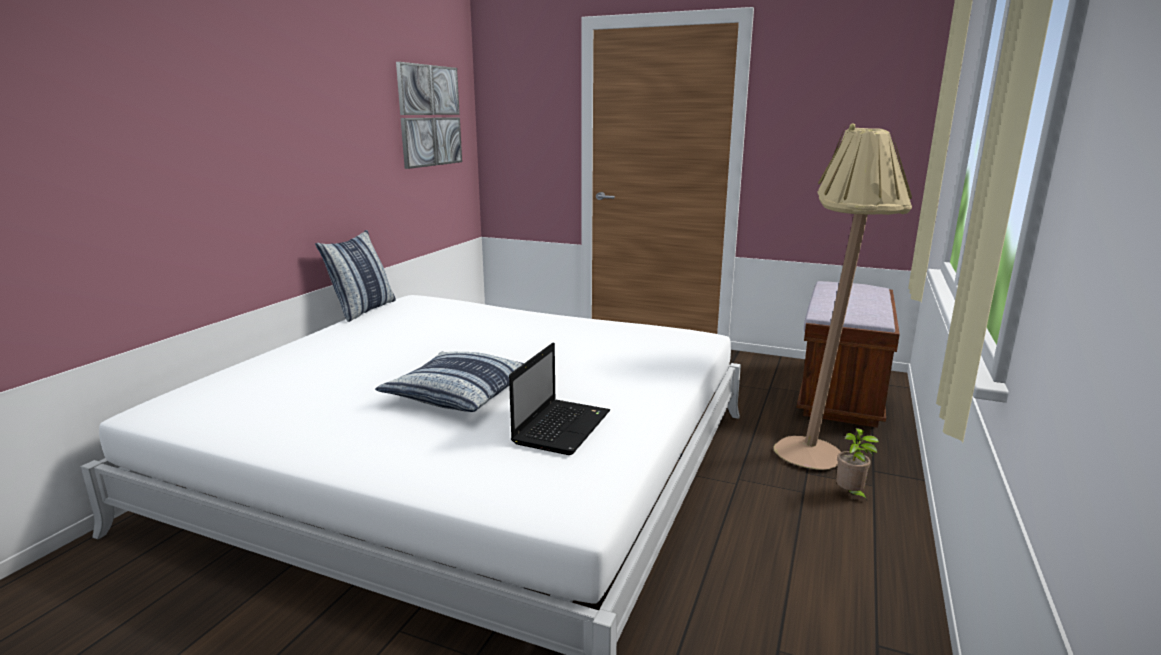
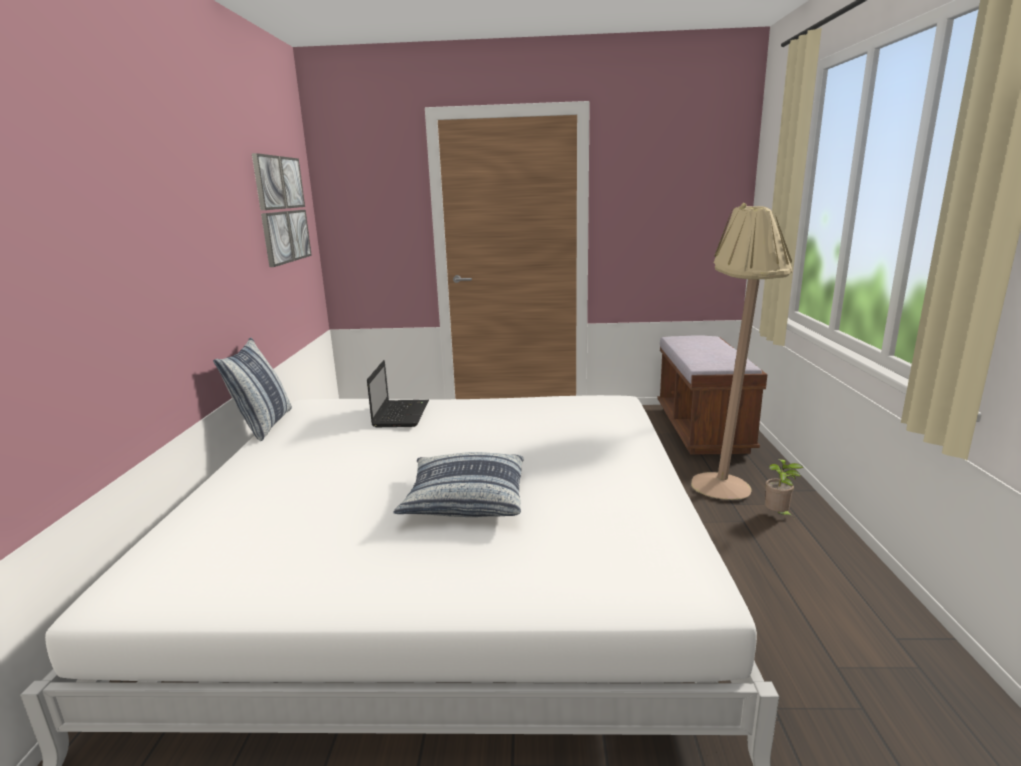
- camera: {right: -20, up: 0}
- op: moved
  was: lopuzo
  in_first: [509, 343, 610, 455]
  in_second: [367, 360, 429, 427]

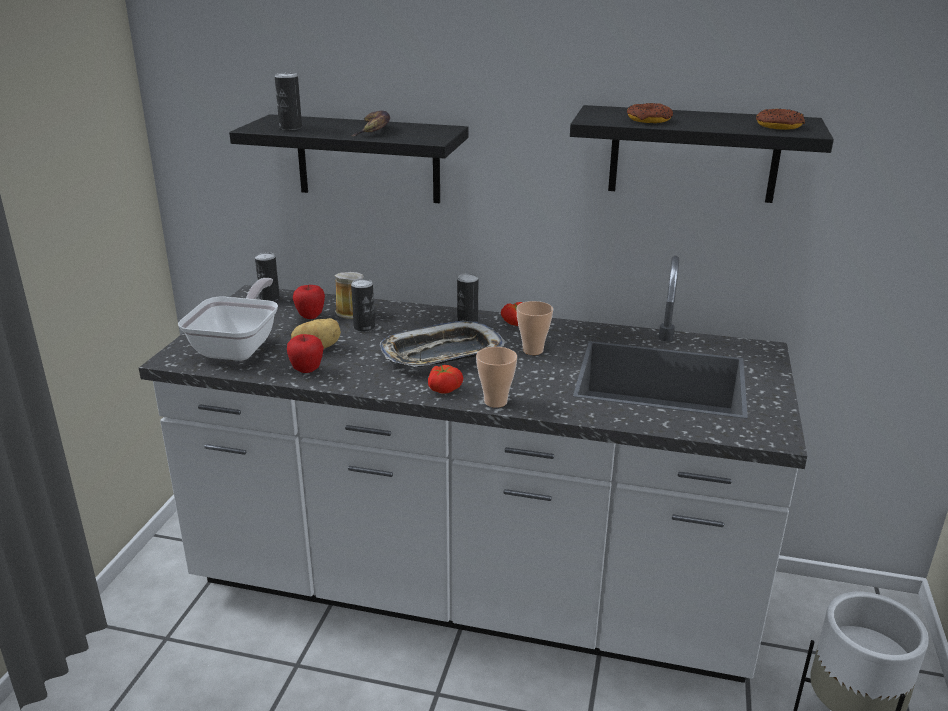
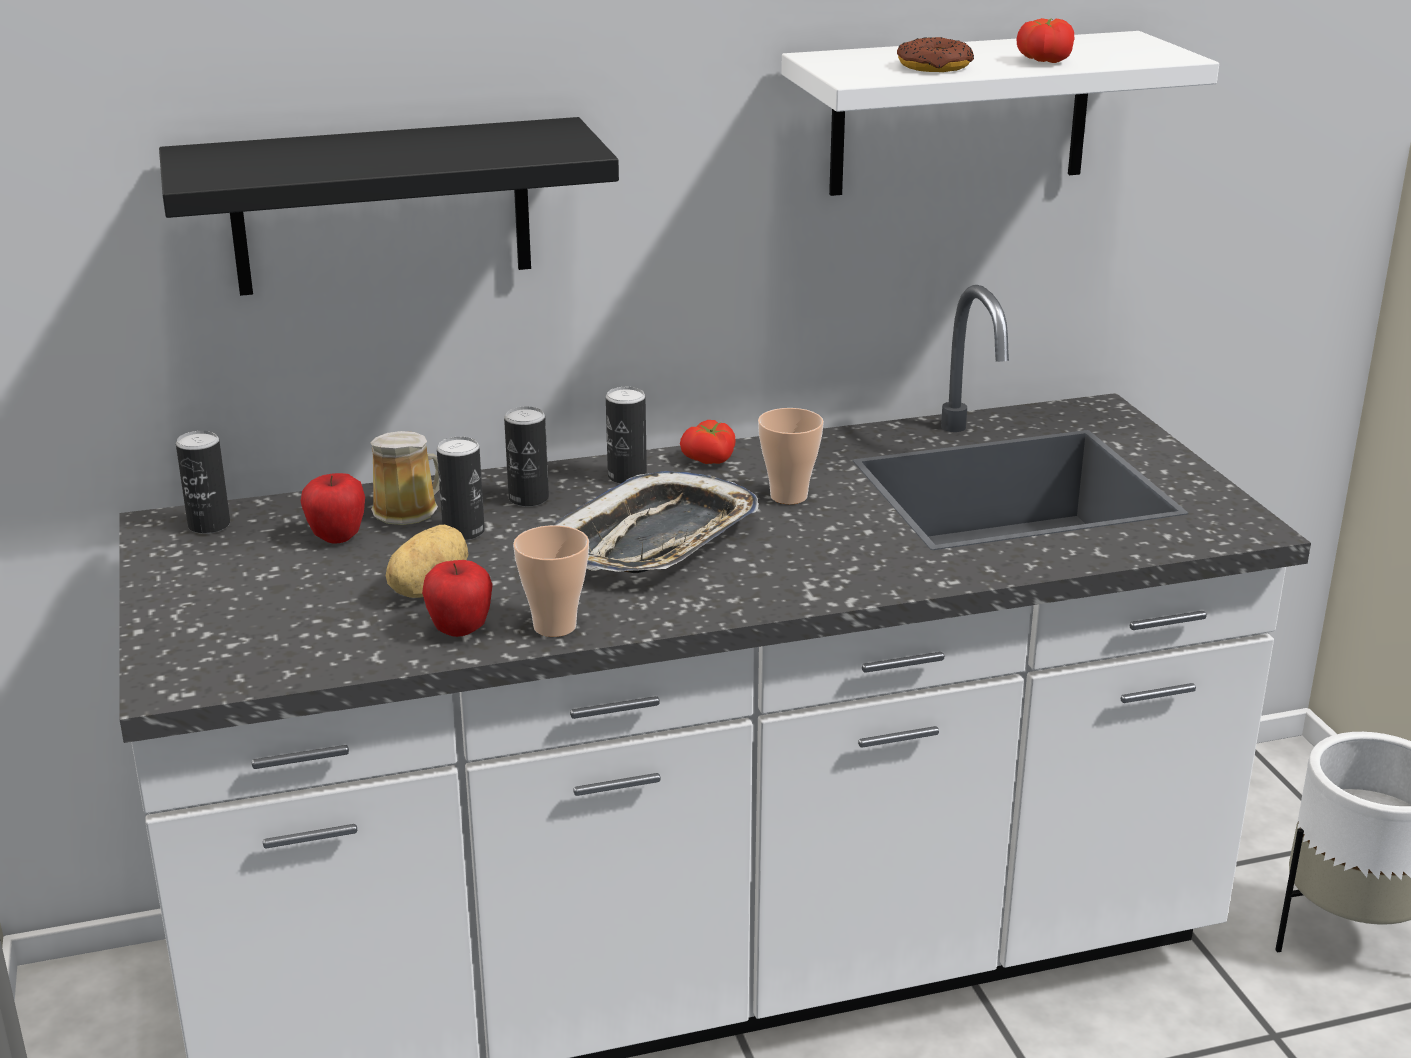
- camera: {right: -30, up: 0}
- op: moved
  was: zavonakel
  in_first: [275, 73, 302, 130]
  in_second: [504, 406, 549, 507]
- op: moved
  was: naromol
  in_first: [476, 347, 517, 408]
  in_second: [513, 525, 589, 637]
- op: recoloured
  was: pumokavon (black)
  now: pumokavon (white)
  in_first: [570, 105, 834, 203]
  in_second: [781, 31, 1219, 196]
- op: moved
  was: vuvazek
  in_first: [428, 365, 463, 393]
  in_second: [1017, 18, 1074, 63]
- op: removed
  was: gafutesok
  in_first: [178, 278, 278, 361]
- op: removed
  was: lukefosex
  in_first: [351, 111, 390, 136]
- op: removed
  was: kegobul
  in_first: [756, 109, 805, 130]

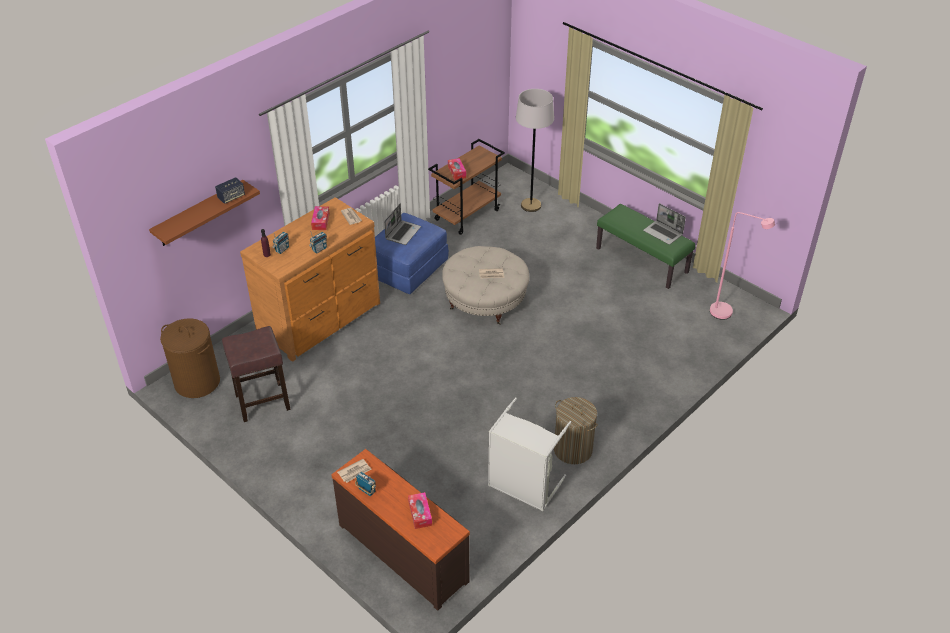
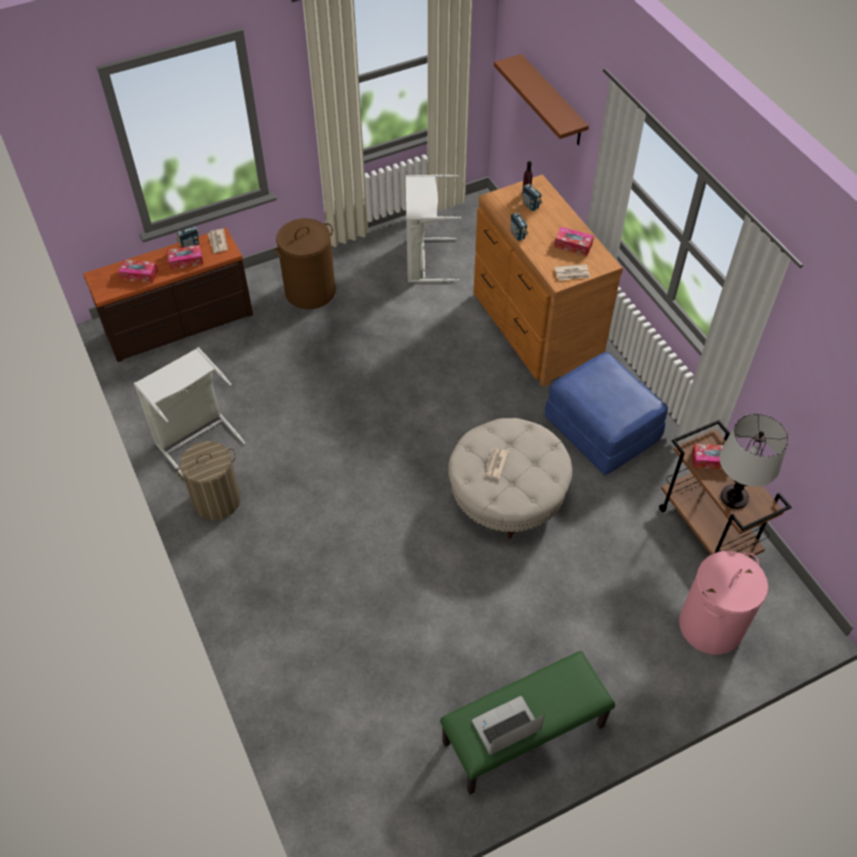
- camera: {right: 110, up: 10}
- op: added
  now: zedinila
  in_second: [167, 244, 203, 270]
- op: moved
  was: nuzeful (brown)
  in_first: [160, 318, 220, 398]
  in_second: [274, 218, 336, 309]
- op: replaced
  was: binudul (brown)
  now: nuzeful (grey)
  in_first: [222, 326, 291, 422]
  in_second: [406, 175, 461, 282]
- op: replaced
  was: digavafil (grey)
  now: nuzeful (pink)
  in_first: [516, 89, 554, 212]
  in_second: [679, 551, 768, 655]
- op: added
  now: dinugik
  in_second: [719, 414, 788, 509]
- op: removed
  was: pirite
  in_first: [215, 177, 245, 204]
- op: removed
  was: lopuzo
  in_first: [384, 203, 421, 245]
- op: removed
  was: digavafil (pink)
  in_first: [710, 212, 775, 320]

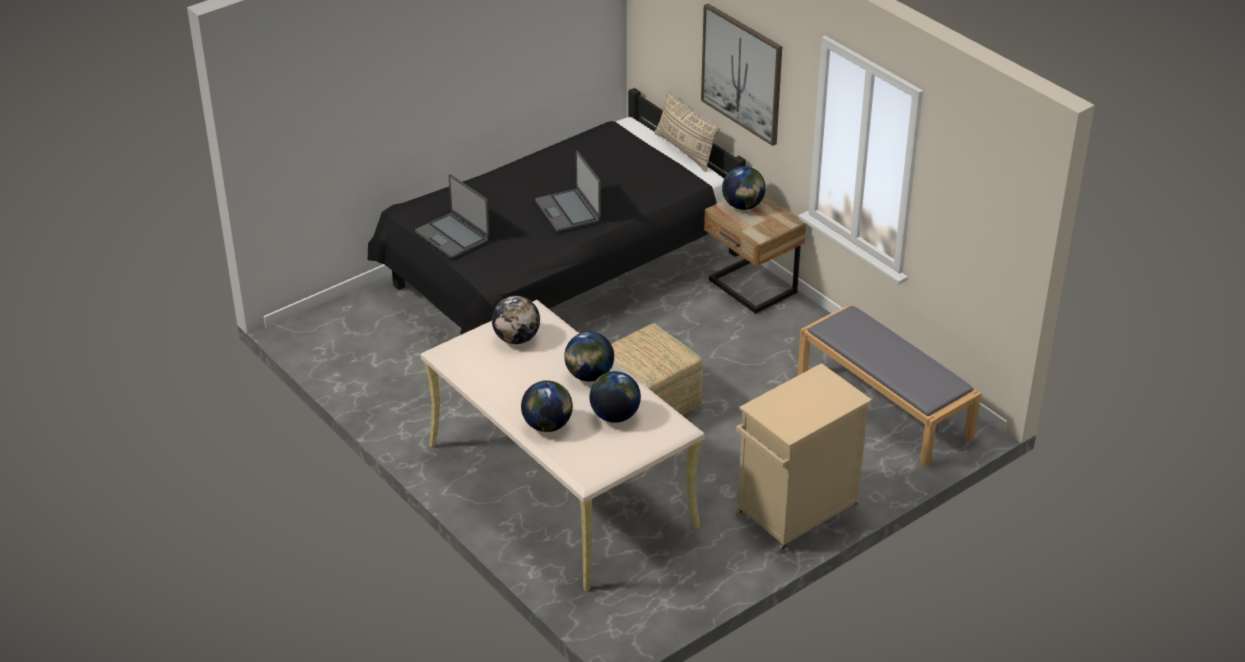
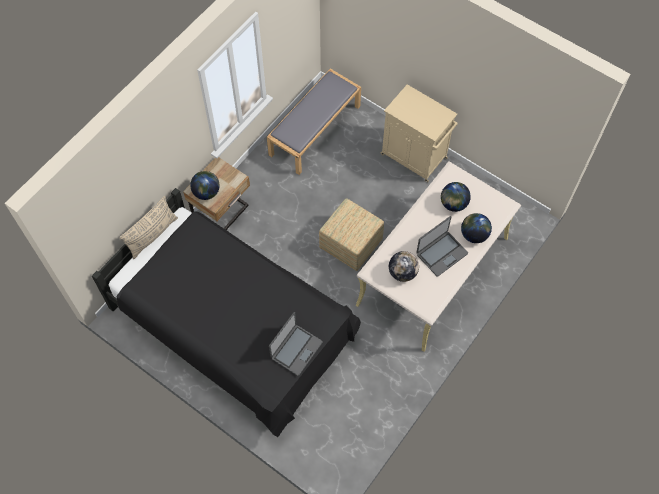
- camera: {right: -105, up: 25}
- op: moved
  was: lopuzo
  in_first: [535, 151, 601, 232]
  in_second: [416, 216, 468, 277]
- op: removed
  was: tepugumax
  in_first: [564, 332, 614, 381]
- op: removed
  was: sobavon
  in_first: [701, 4, 782, 146]

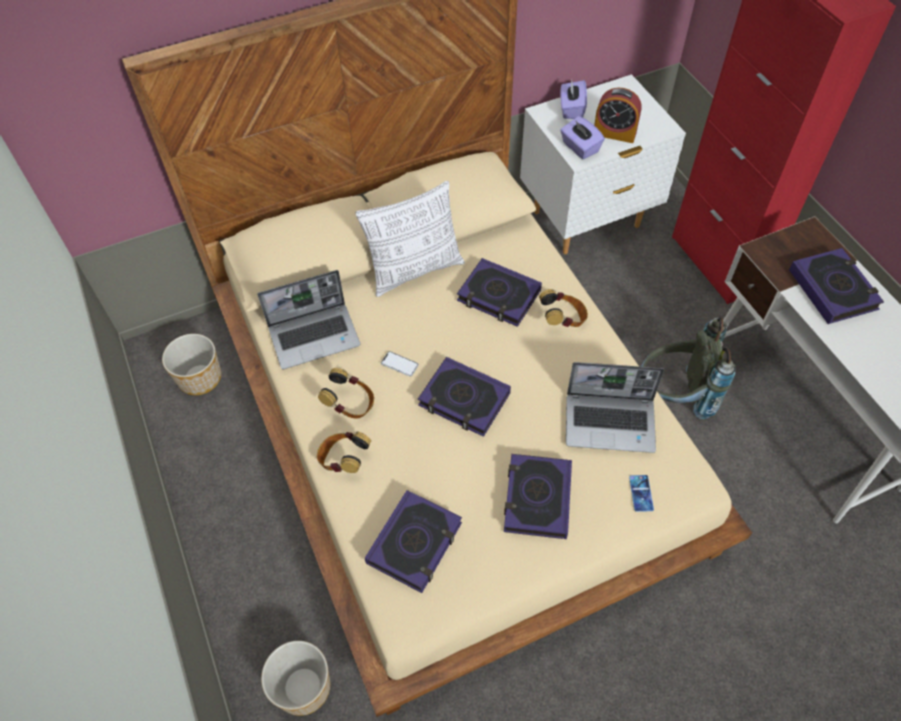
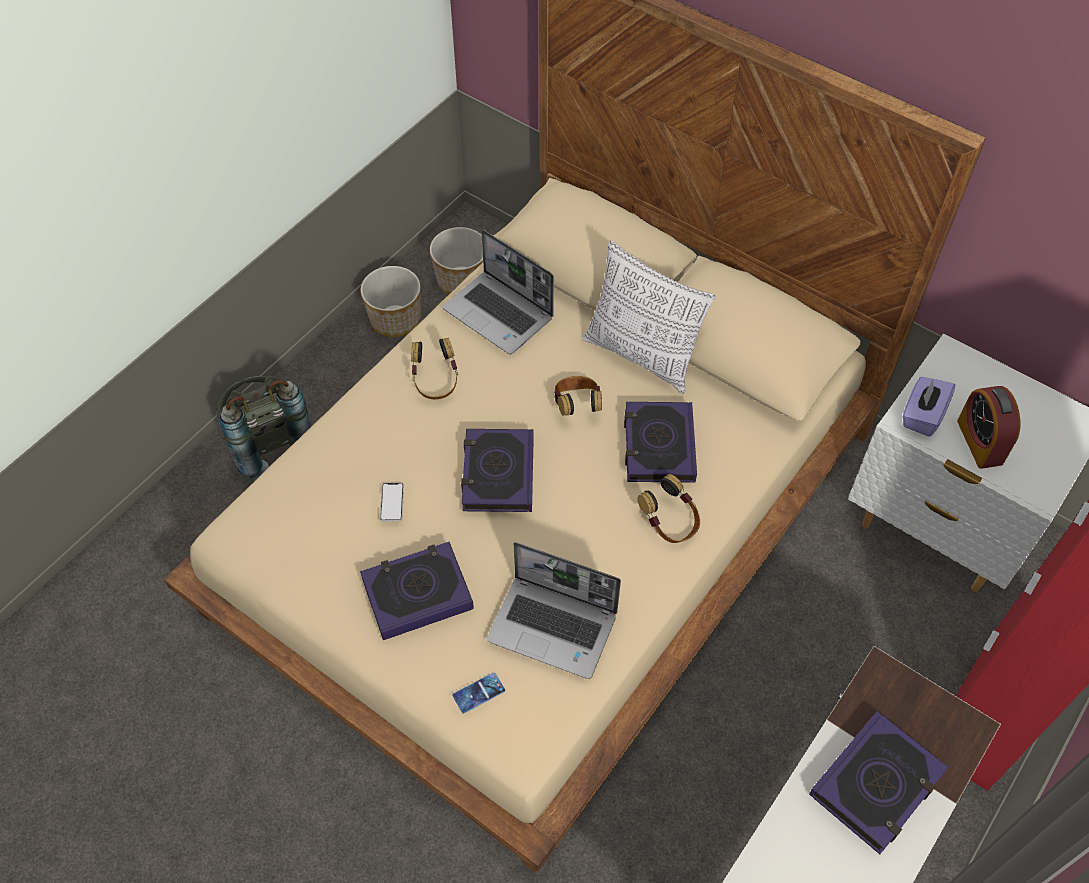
- camera: {right: 60, up: 0}
- op: moved
  was: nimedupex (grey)
  in_first: [641, 317, 736, 419]
  in_second: [216, 376, 312, 481]
- op: moved
  was: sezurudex
  in_first: [261, 641, 330, 716]
  in_second: [360, 266, 421, 337]
- op: moved
  was: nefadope
  in_first: [381, 351, 419, 376]
  in_second: [380, 482, 404, 521]
- op: turned
  was: lopuzo
  in_first: [566, 362, 664, 453]
  in_second: [487, 542, 621, 679]
  clockwise: -45
- op: moved
  was: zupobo
  in_first: [317, 432, 371, 473]
  in_second: [554, 376, 602, 415]
- op: removed
  was: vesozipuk
  in_first: [365, 490, 462, 593]
- op: removed
  was: zedinila (purple)
  in_first: [560, 79, 587, 119]

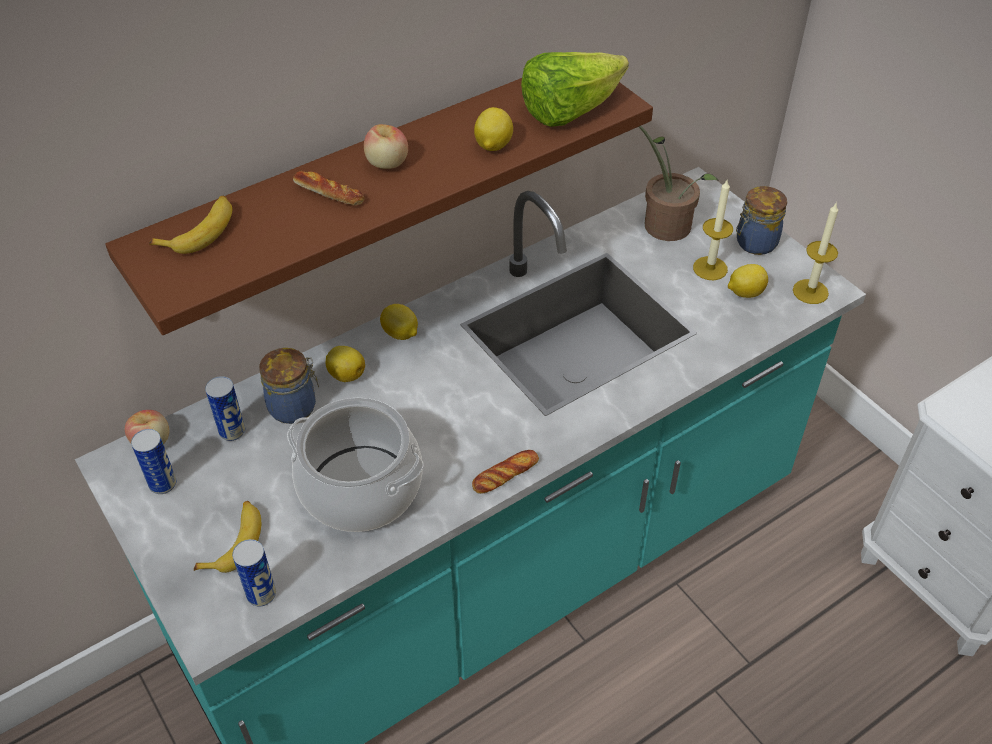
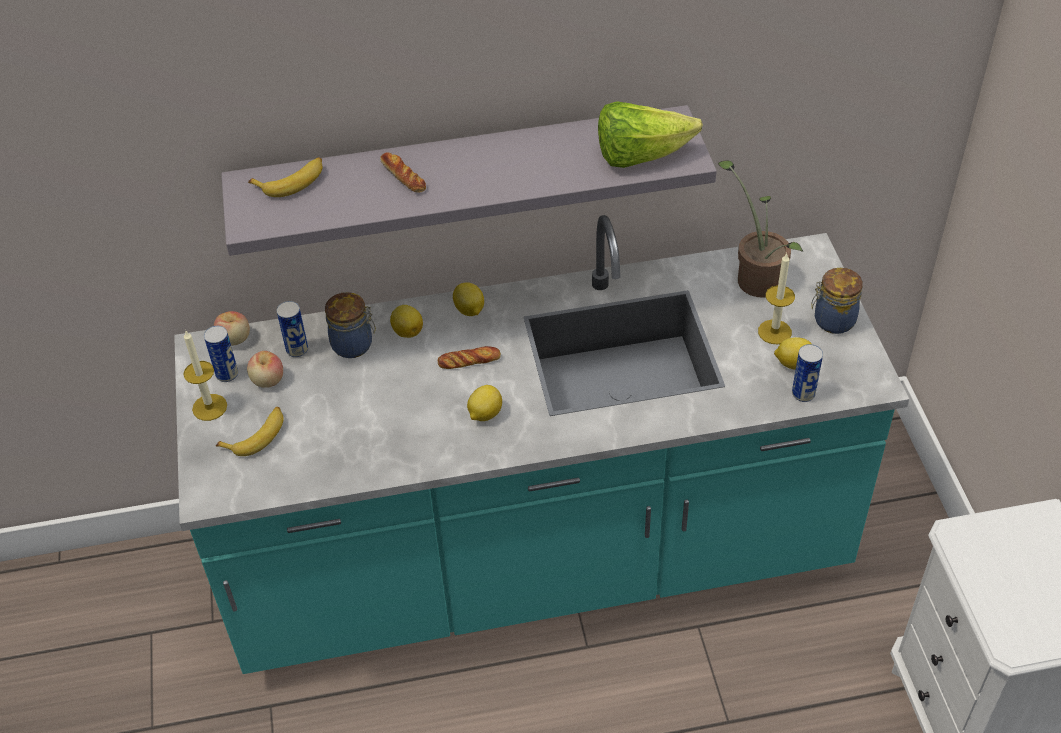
- camera: {right: 25, up: 0}
- op: moved
  was: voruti
  in_first: [793, 202, 838, 304]
  in_second: [183, 331, 227, 421]
- op: recoloured
  was: pumokavon (brown)
  now: pumokavon (grey)
  in_first: [105, 78, 653, 335]
  in_second: [221, 105, 717, 256]
- op: moved
  was: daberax
  in_first: [364, 124, 408, 169]
  in_second: [247, 351, 283, 388]
- op: moved
  was: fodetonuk
  in_first: [472, 450, 539, 494]
  in_second: [438, 346, 501, 369]
- op: moved
  was: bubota
  in_first: [474, 107, 513, 151]
  in_second: [467, 385, 502, 421]
- op: moved
  was: zavonakel
  in_first: [232, 539, 276, 606]
  in_second: [792, 344, 823, 402]
- op: removed
  was: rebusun
  in_first: [287, 398, 423, 532]

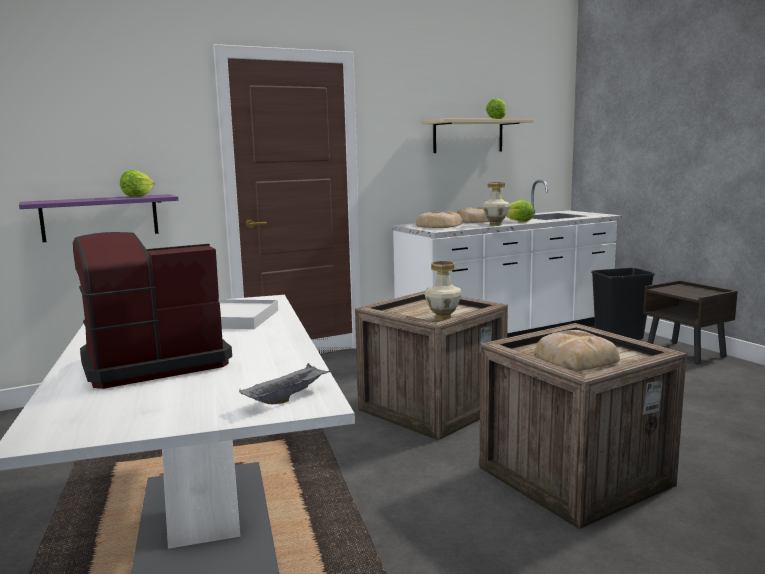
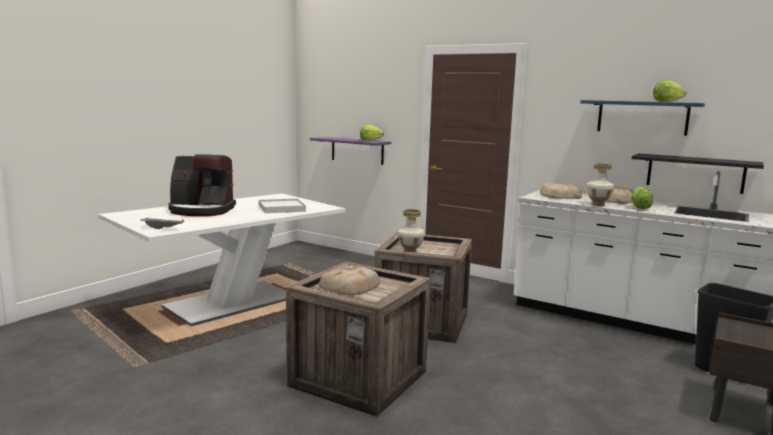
- camera: {right: 60, up: 0}
- op: turned
  was: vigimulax
  in_first: [73, 232, 232, 389]
  in_second: [168, 154, 236, 216]
  clockwise: 150
- op: recoloured
  was: pumokavon (beige)
  now: pumokavon (blue)
  in_first: [423, 119, 534, 153]
  in_second: [580, 100, 705, 136]
- op: added
  now: pumokavon (black)
  in_second: [632, 153, 764, 194]

